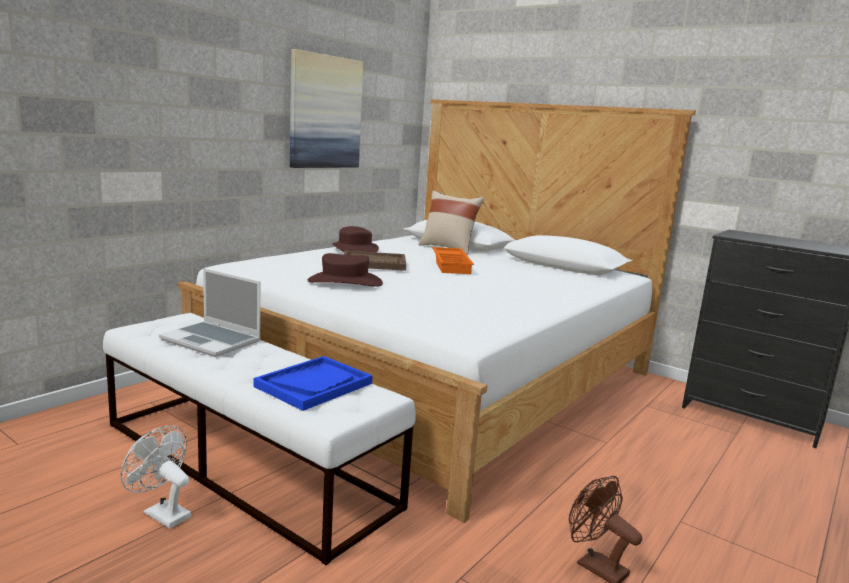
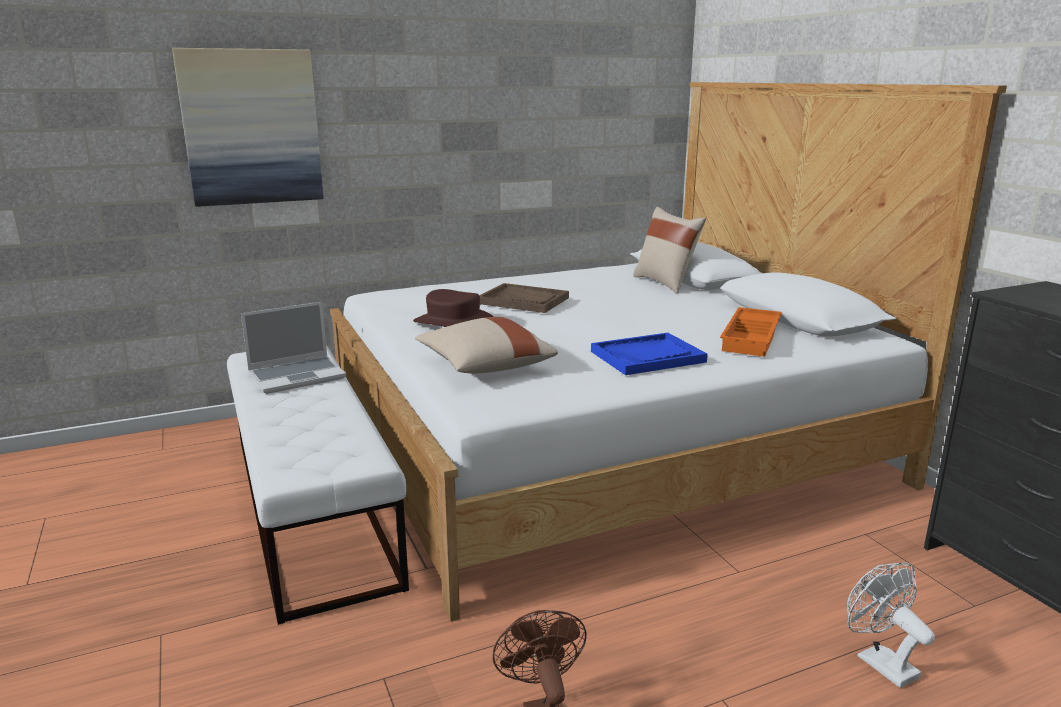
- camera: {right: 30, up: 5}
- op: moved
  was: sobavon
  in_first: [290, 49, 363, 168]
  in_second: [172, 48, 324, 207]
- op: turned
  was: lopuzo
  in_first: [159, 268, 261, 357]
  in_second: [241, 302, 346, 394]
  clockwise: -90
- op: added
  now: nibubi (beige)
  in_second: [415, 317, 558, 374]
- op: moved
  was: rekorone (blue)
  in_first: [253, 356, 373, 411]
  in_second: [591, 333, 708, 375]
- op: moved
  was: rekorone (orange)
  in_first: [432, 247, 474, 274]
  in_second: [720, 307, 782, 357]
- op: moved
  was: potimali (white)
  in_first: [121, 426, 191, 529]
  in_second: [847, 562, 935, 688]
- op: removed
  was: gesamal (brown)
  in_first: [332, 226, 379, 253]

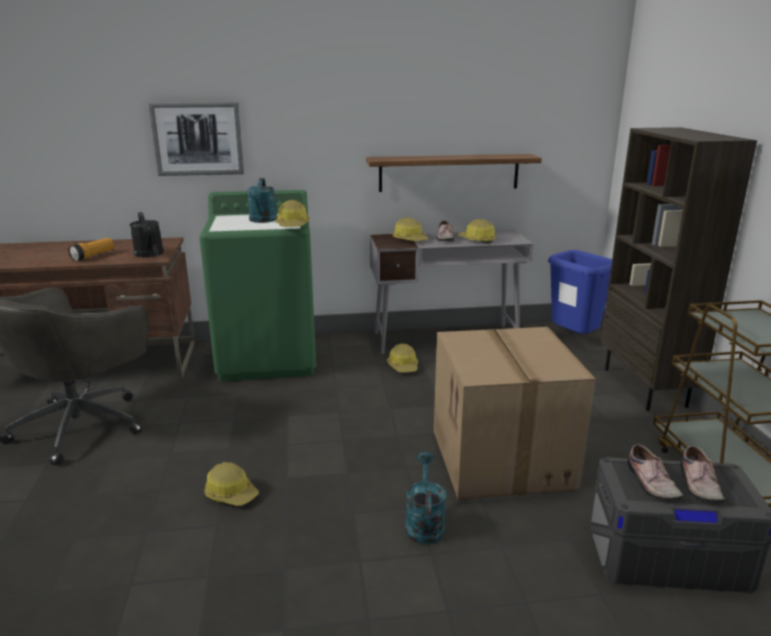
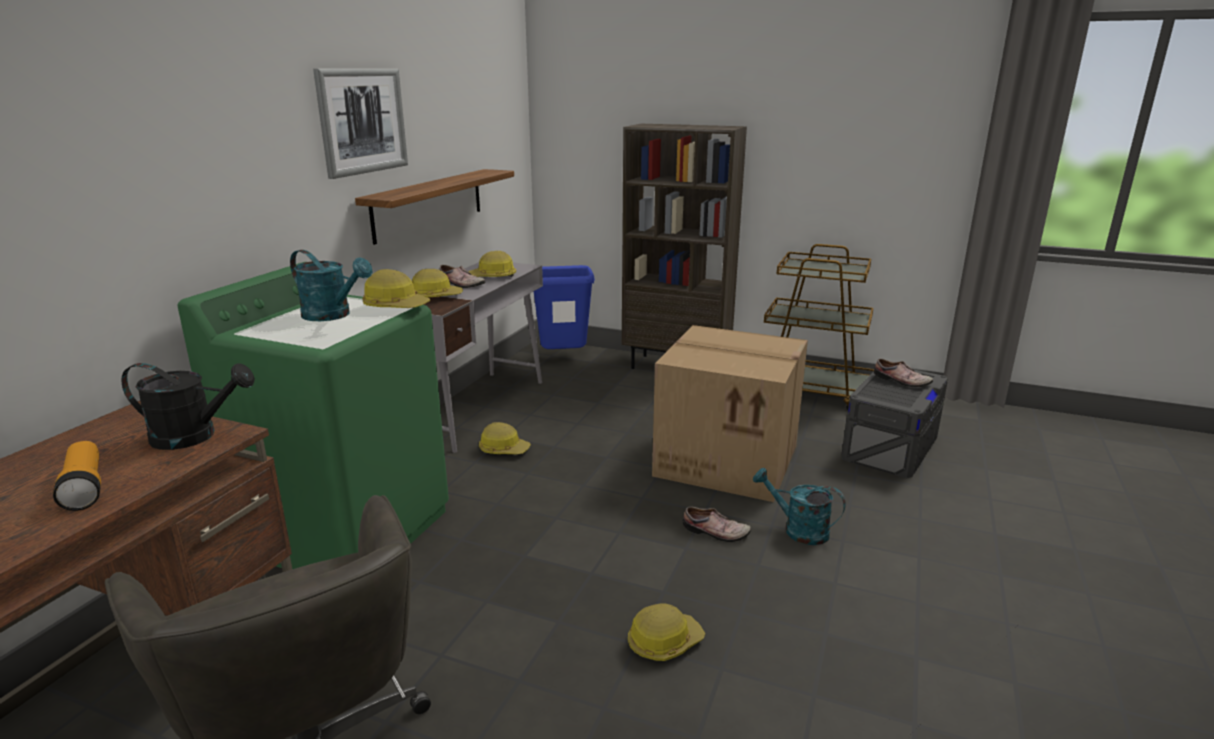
- camera: {right: -60, up: 0}
- op: moved
  was: sobavon
  in_first: [148, 102, 244, 176]
  in_second: [313, 69, 408, 179]
- op: moved
  was: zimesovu
  in_first: [627, 444, 684, 501]
  in_second: [683, 506, 751, 542]

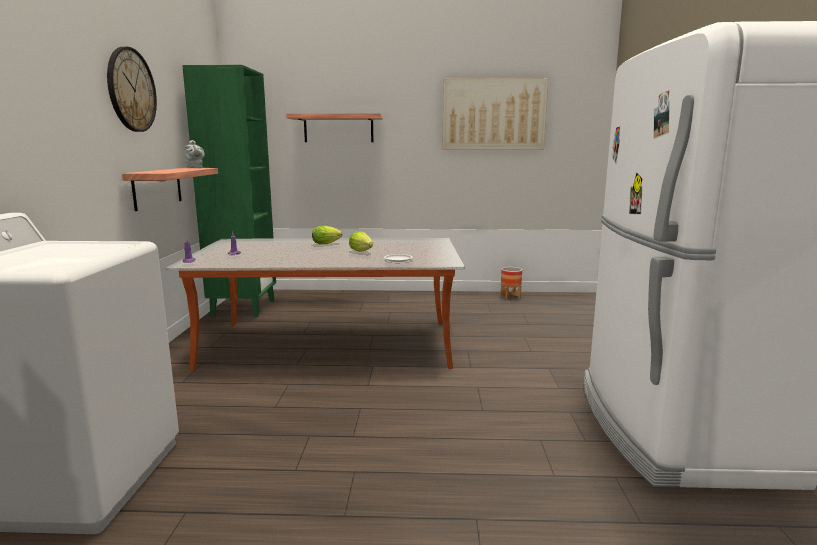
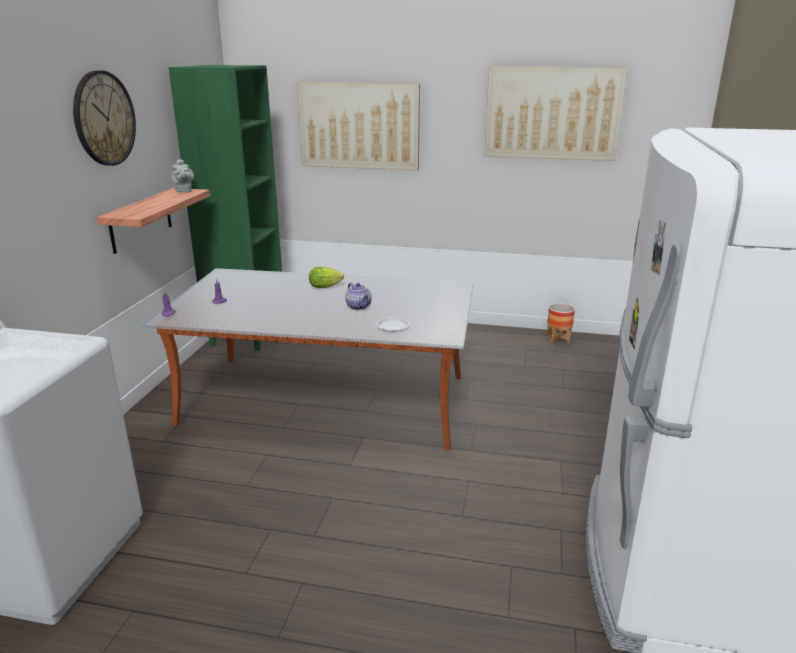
- camera: {right: 10, up: 10}
- op: replaced
  was: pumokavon
  now: sobavon
  in_first: [286, 113, 383, 142]
  in_second: [297, 82, 420, 170]
- op: replaced
  was: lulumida
  now: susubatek
  in_first: [349, 231, 373, 252]
  in_second: [345, 283, 371, 310]

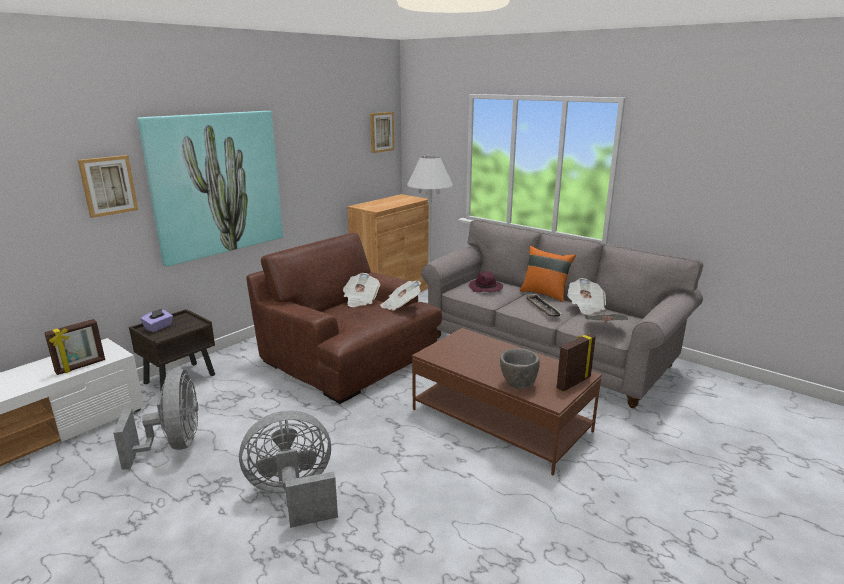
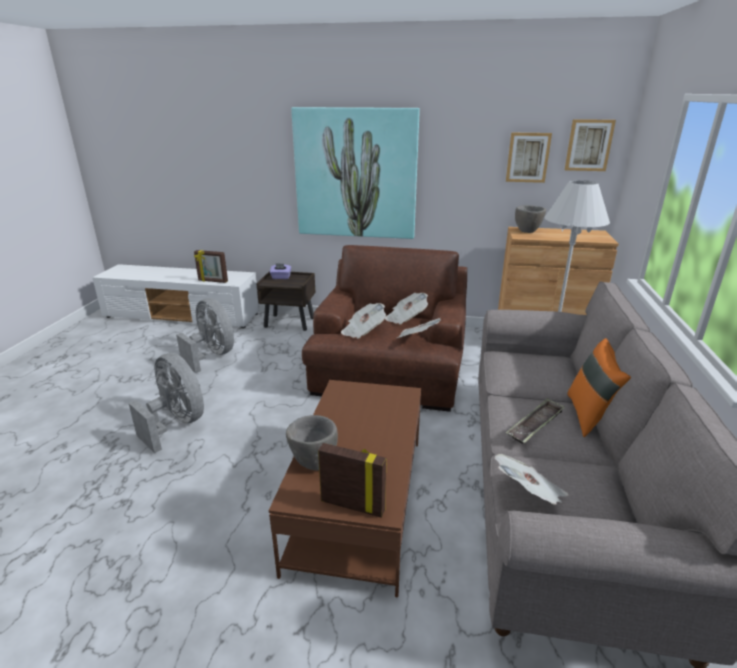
- camera: {right: 60, up: 5}
- op: turned
  was: potimali (grey)
  in_first: [113, 369, 198, 470]
  in_second: [176, 298, 234, 373]
  clockwise: -90
- op: moved
  was: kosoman
  in_first: [567, 278, 606, 315]
  in_second: [341, 303, 386, 339]
- op: moved
  was: sobavon
  in_first: [78, 155, 138, 218]
  in_second: [506, 133, 552, 183]
- op: added
  now: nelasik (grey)
  in_second: [515, 205, 546, 233]
- op: removed
  was: gesamal (purple)
  in_first: [469, 271, 503, 292]

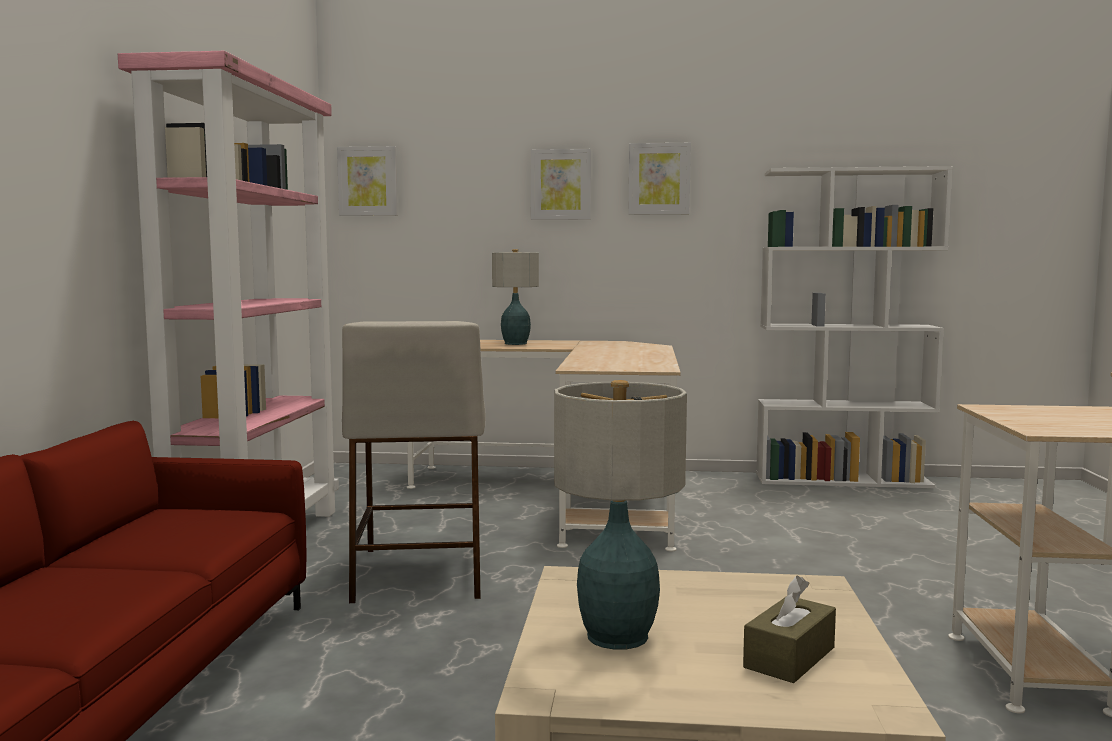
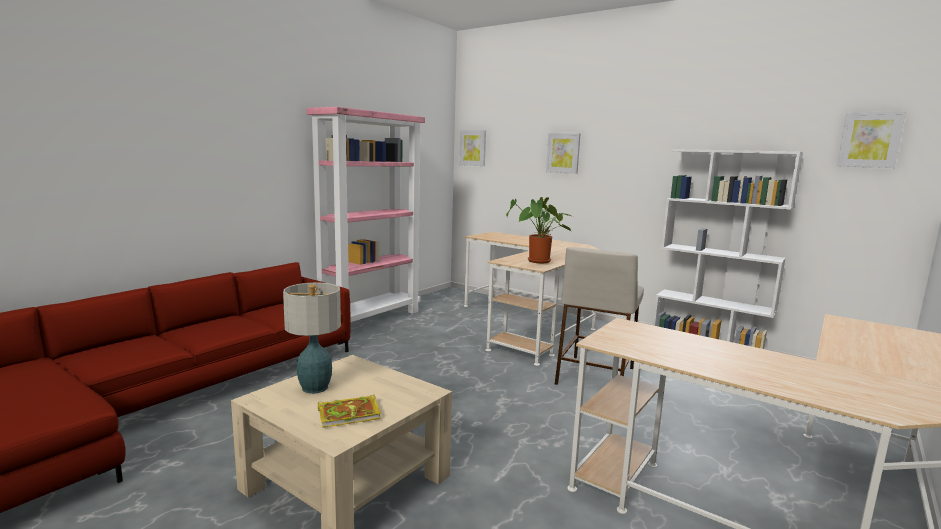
- camera: {right: 30, up: 5}
- op: replaced
  was: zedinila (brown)
  now: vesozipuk
  in_first: [743, 576, 836, 683]
  in_second: [318, 394, 381, 428]
- op: added
  now: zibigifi
  in_second: [506, 197, 573, 263]
- op: moved
  was: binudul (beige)
  in_first: [342, 321, 486, 603]
  in_second: [555, 247, 644, 385]
- op: moved
  was: sobavon
  in_first: [629, 143, 691, 215]
  in_second: [837, 111, 906, 168]
- op: removed
  was: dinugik
  in_first: [492, 249, 539, 345]

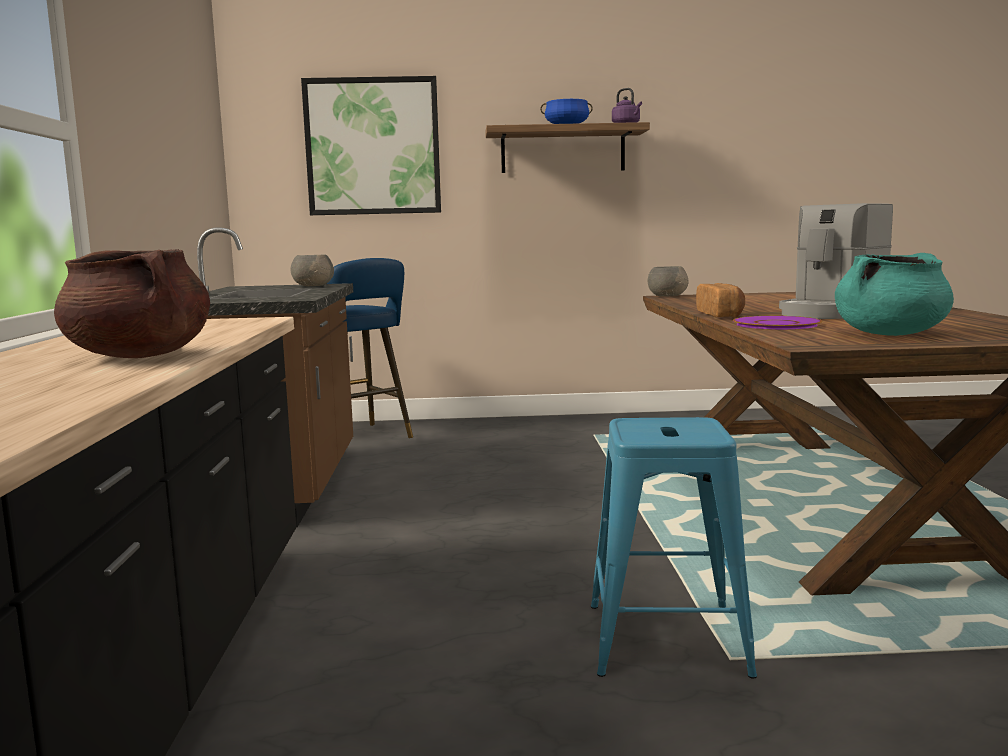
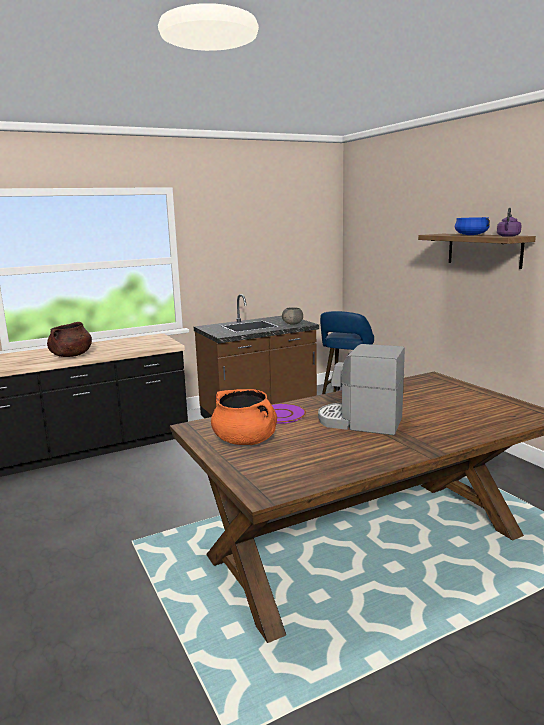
- camera: {right: 65, up: 5}
- op: recoloured
  was: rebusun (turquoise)
  now: rebusun (orange)
  in_first: [835, 253, 954, 336]
  in_second: [211, 389, 277, 445]
- op: removed
  was: sobavon
  in_first: [301, 76, 441, 215]
- op: removed
  was: binudul (blue)
  in_first: [591, 417, 757, 679]
- op: removed
  was: nelasik (grey)
  in_first: [648, 266, 689, 297]
- op: removed
  was: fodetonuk
  in_first: [696, 283, 745, 318]

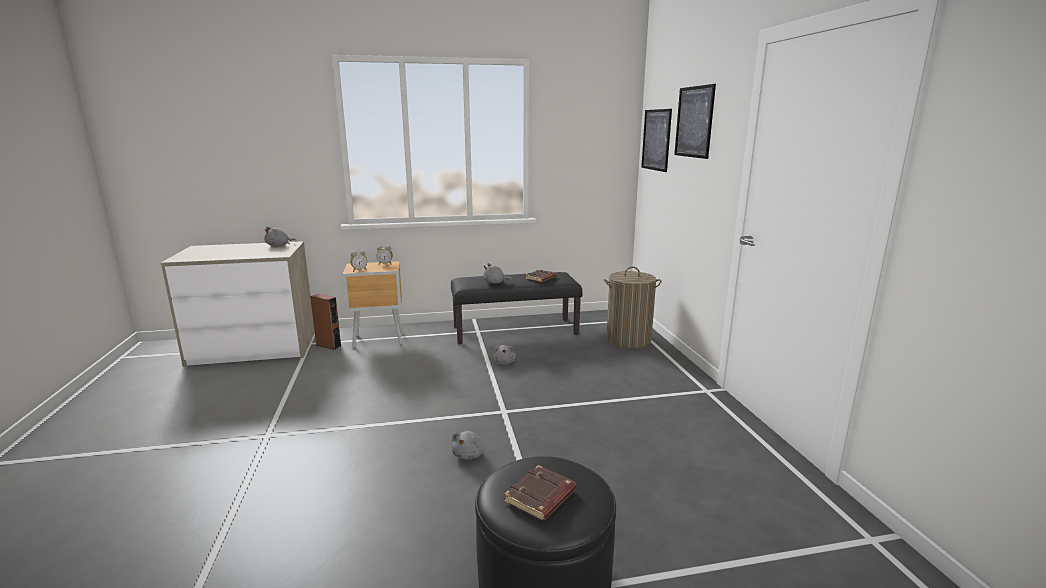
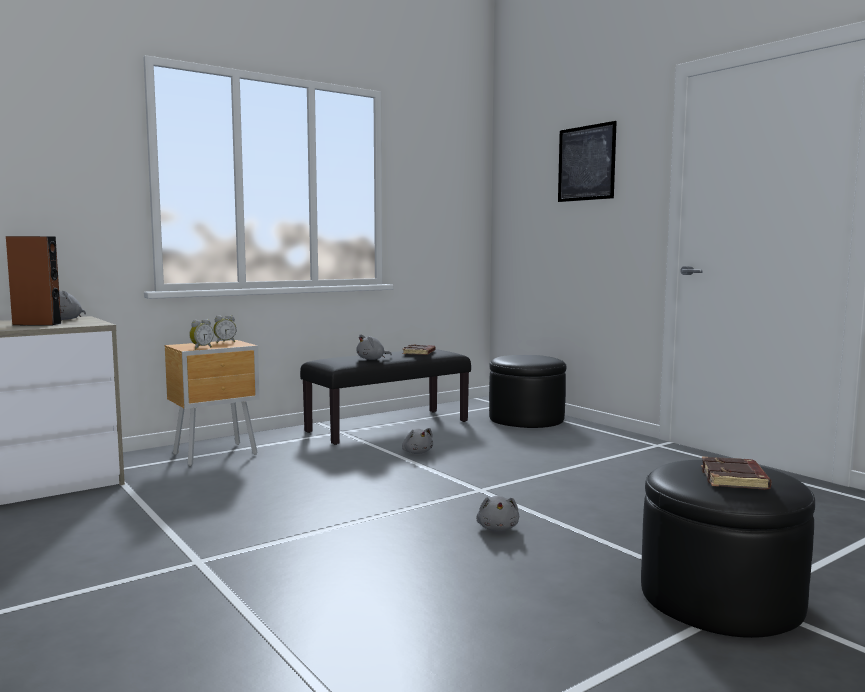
- camera: {right: -25, up: -10}
- op: moved
  was: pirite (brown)
  in_first: [310, 294, 341, 350]
  in_second: [6, 236, 61, 326]
- op: replaced
  was: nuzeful
  now: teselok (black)
  in_first: [604, 267, 662, 348]
  in_second: [489, 355, 567, 428]
- op: removed
  was: sobavon
  in_first: [641, 109, 672, 172]

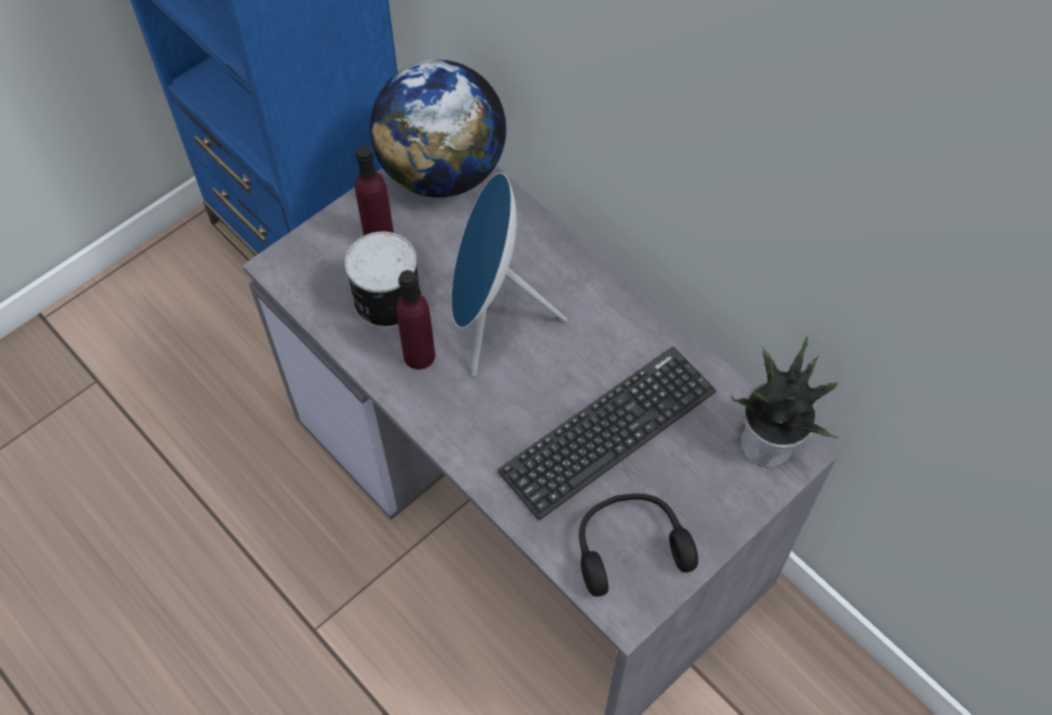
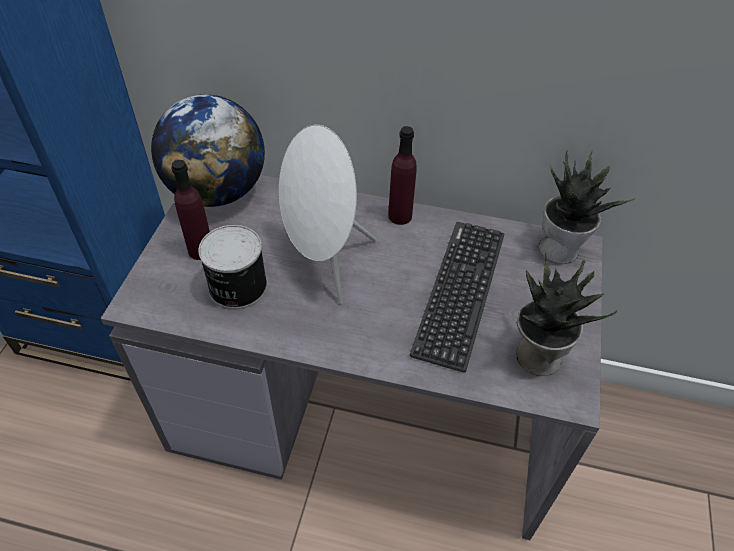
- camera: {right: -35, up: -10}
- op: recoloured
  was: pirite (blue)
  now: pirite (white)
  in_first: [451, 173, 567, 376]
  in_second: [279, 125, 377, 304]
- op: moved
  was: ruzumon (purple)
  in_first: [396, 270, 435, 369]
  in_second: [388, 126, 417, 225]
- op: replaced
  was: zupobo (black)
  now: zibigifi
  in_first: [579, 494, 698, 597]
  in_second: [516, 253, 617, 376]

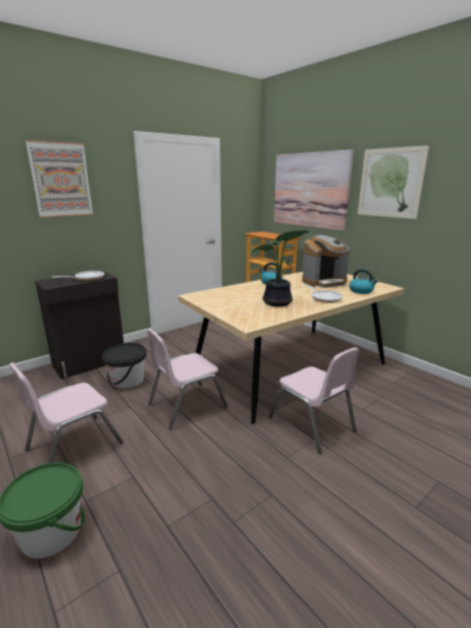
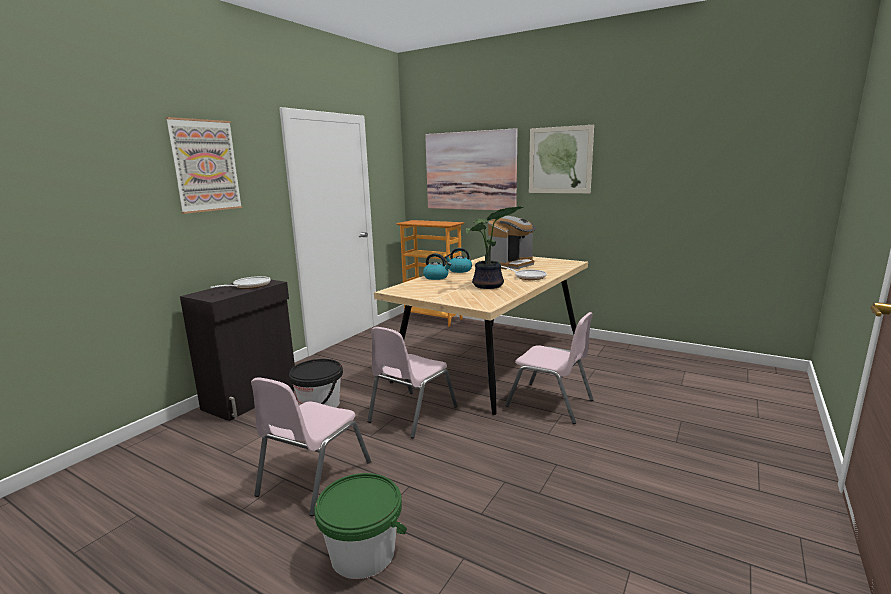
- camera: {right: -20, up: -5}
- op: moved
  was: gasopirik
  in_first: [349, 269, 378, 294]
  in_second: [423, 253, 451, 280]

